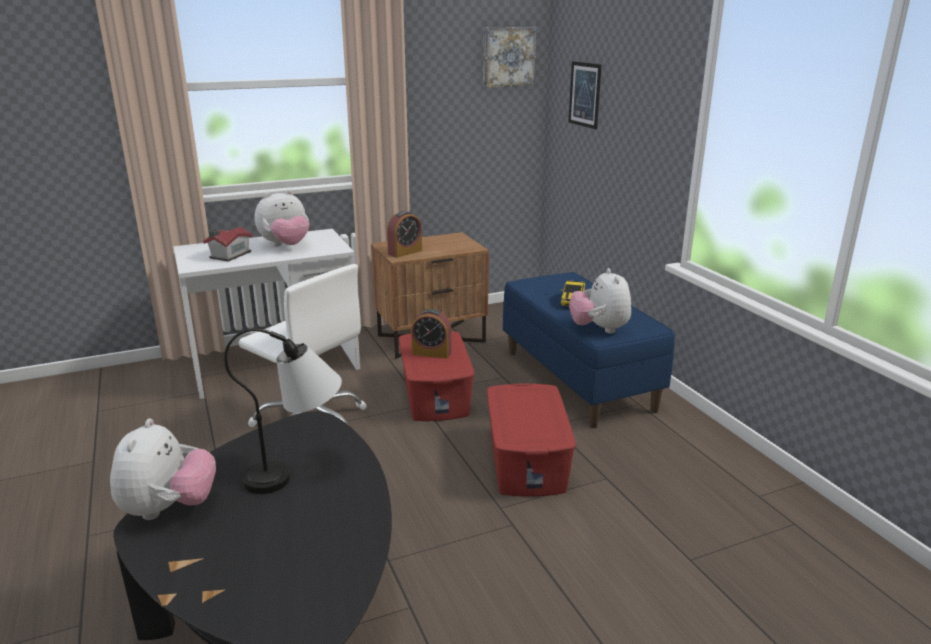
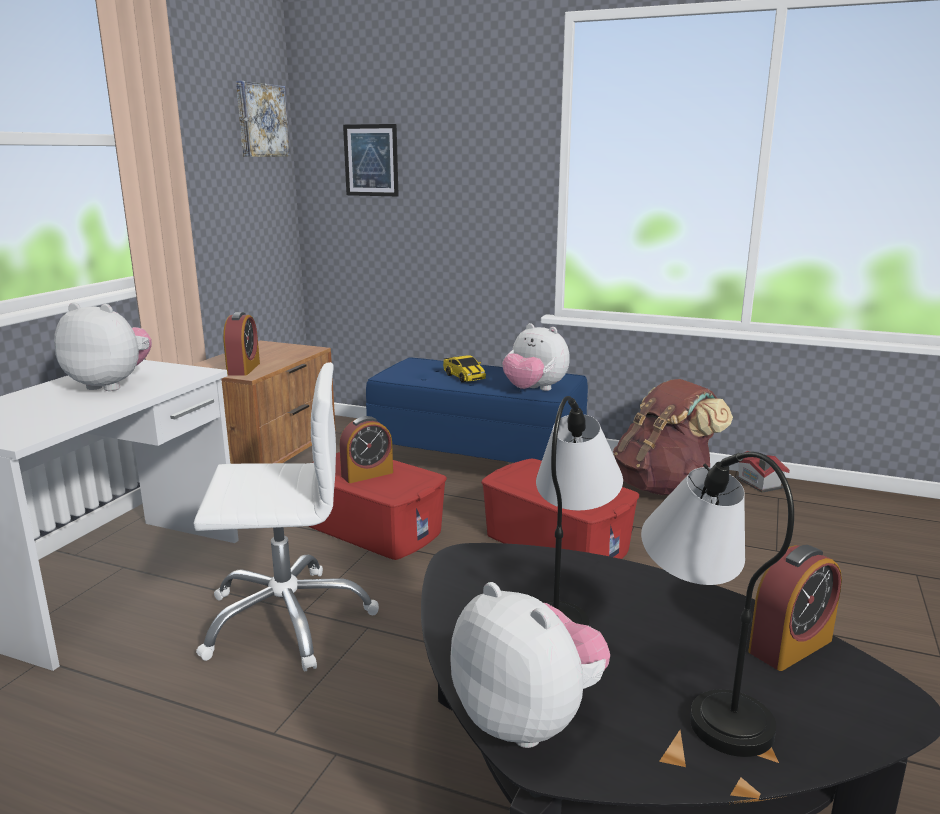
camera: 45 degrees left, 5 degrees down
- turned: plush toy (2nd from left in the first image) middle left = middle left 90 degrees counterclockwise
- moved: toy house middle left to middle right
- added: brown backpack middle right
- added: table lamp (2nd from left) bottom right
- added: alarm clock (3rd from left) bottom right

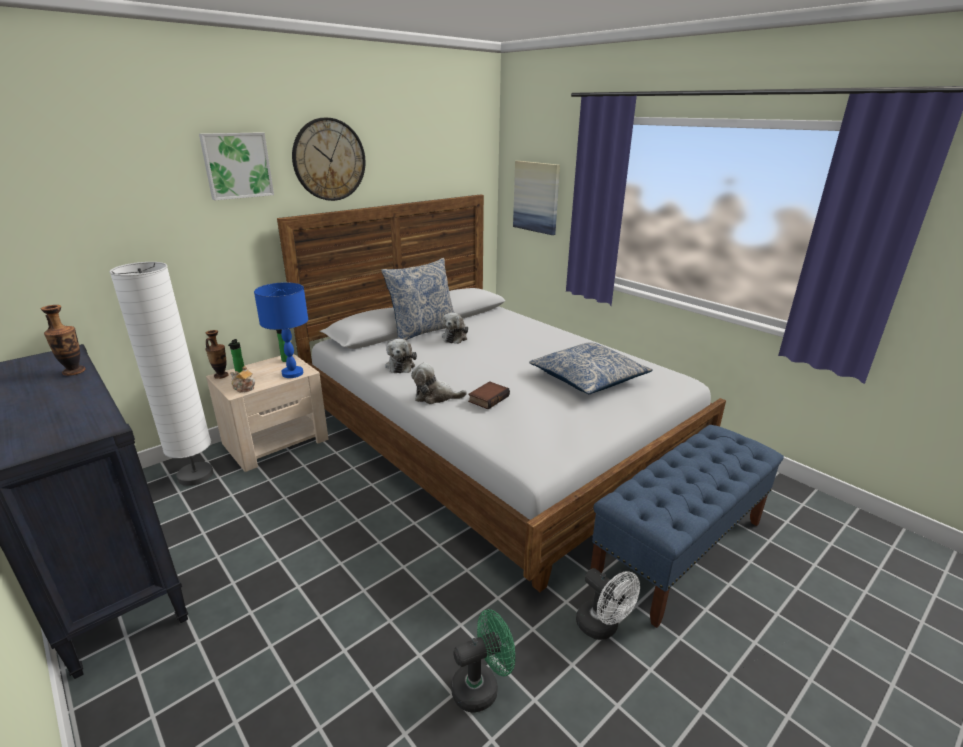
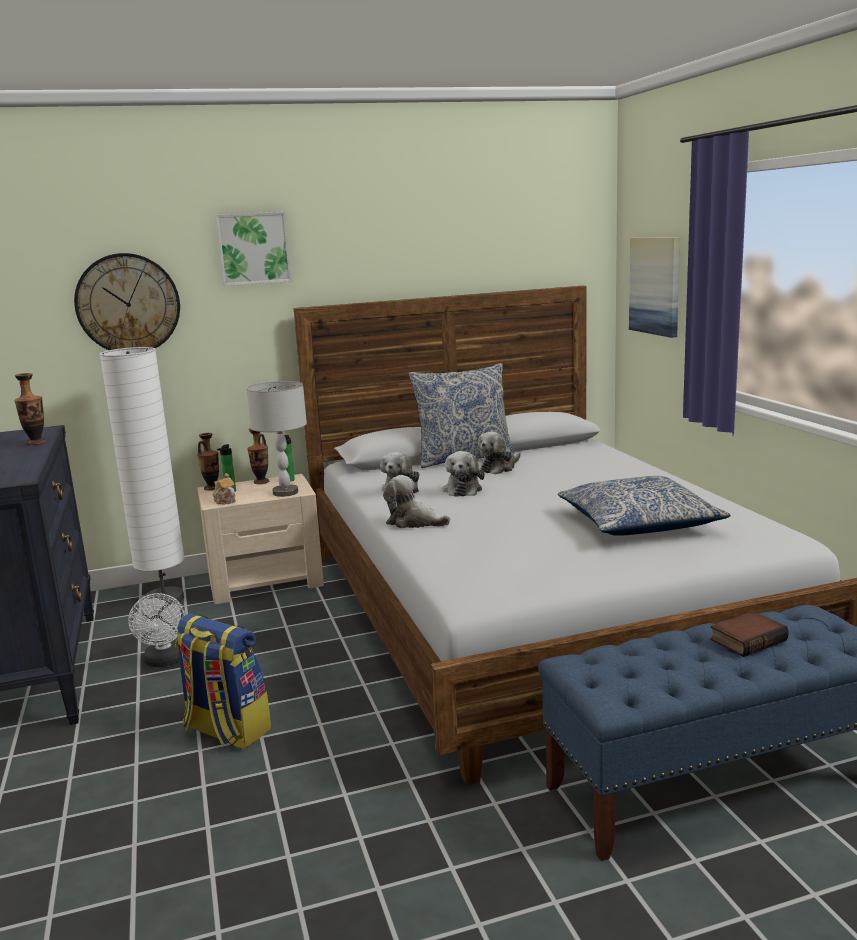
camera: 25 degrees right, 10 degrees down
- moved: wall clock top centre to top left
- recoloured: blue table lamp middle left to grey table lamp middle left
- moved: book centre to bottom right
- moved: white fan bottom centre to bottom left
- removed: green fan bottom centre
- added: vase (3rd from left) middle left
- added: plush toy (3rd from left) centre
- added: backpack bottom left

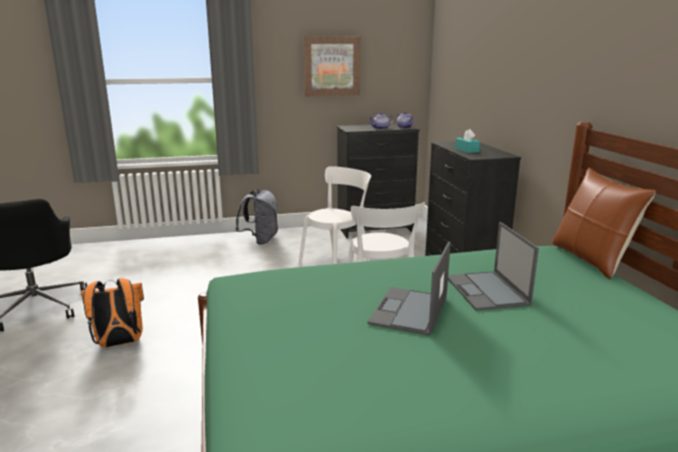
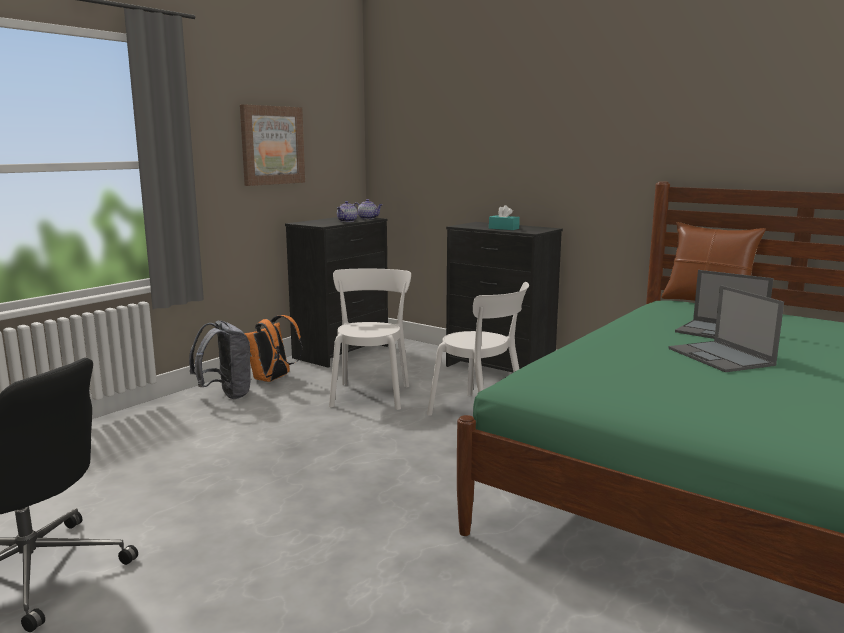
camera: 40 degrees left, 5 degrees down
- moved: orange backpack bottom left to middle left

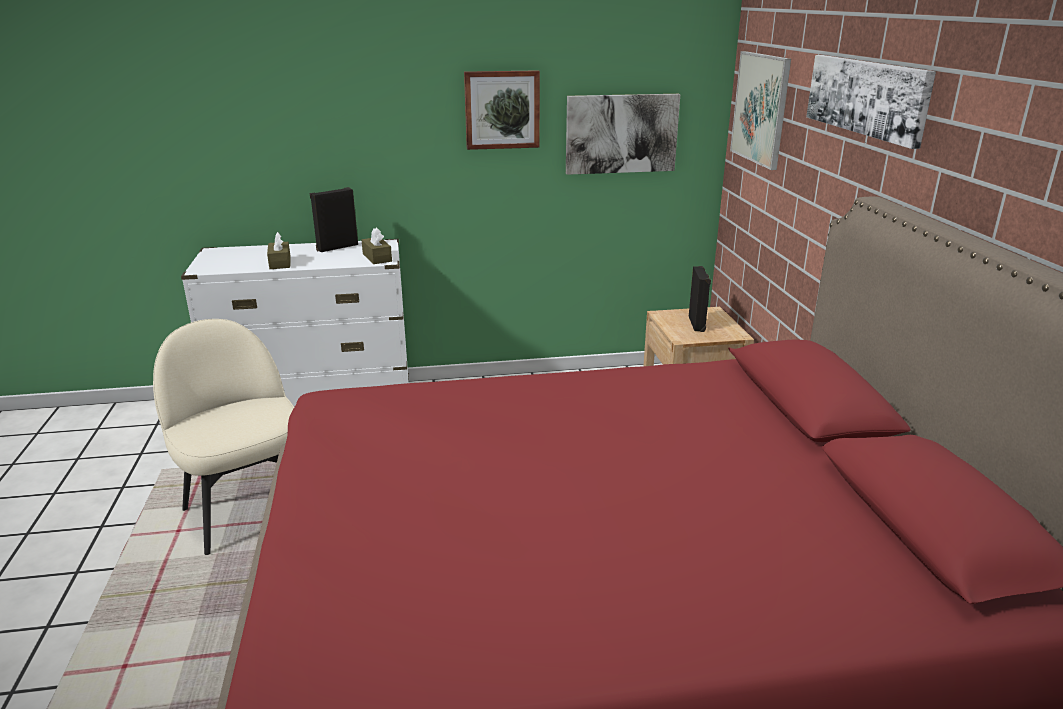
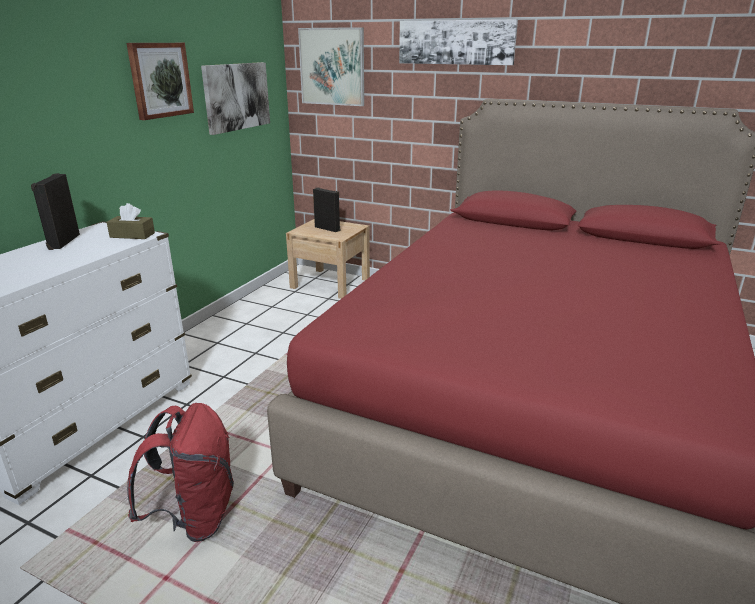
camera: 55 degrees left, 0 degrees up
- removed: brown tissue box (1st from left) middle left
- replaced: beige chair middle left to red backpack bottom left

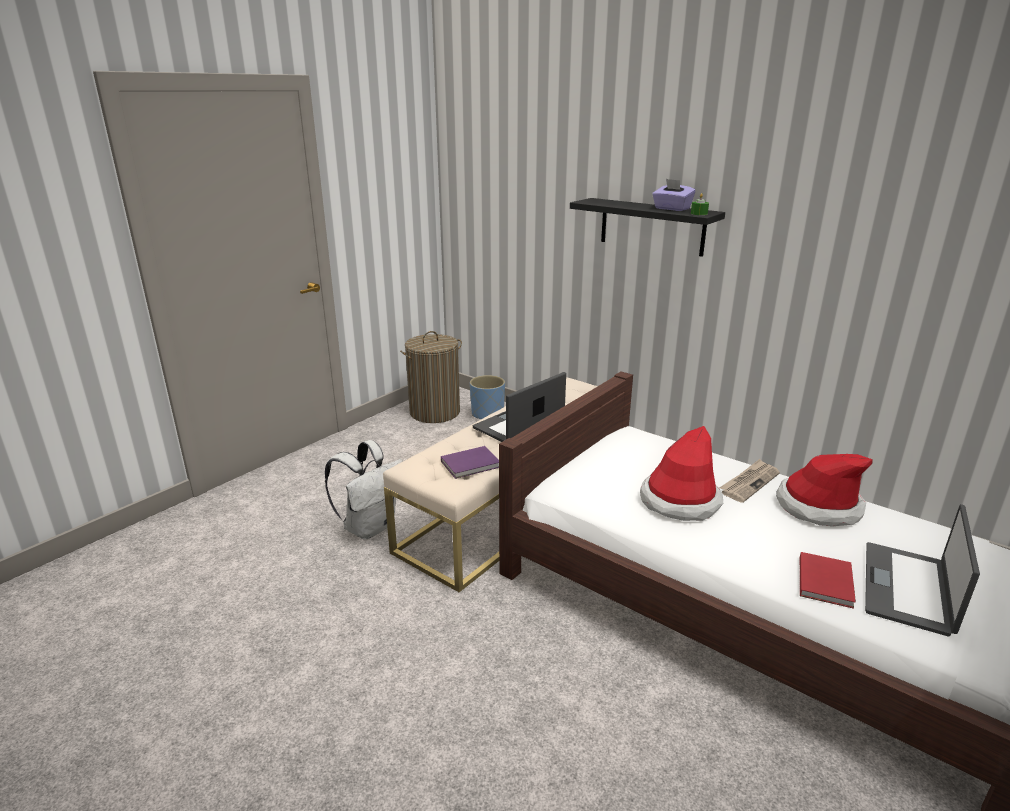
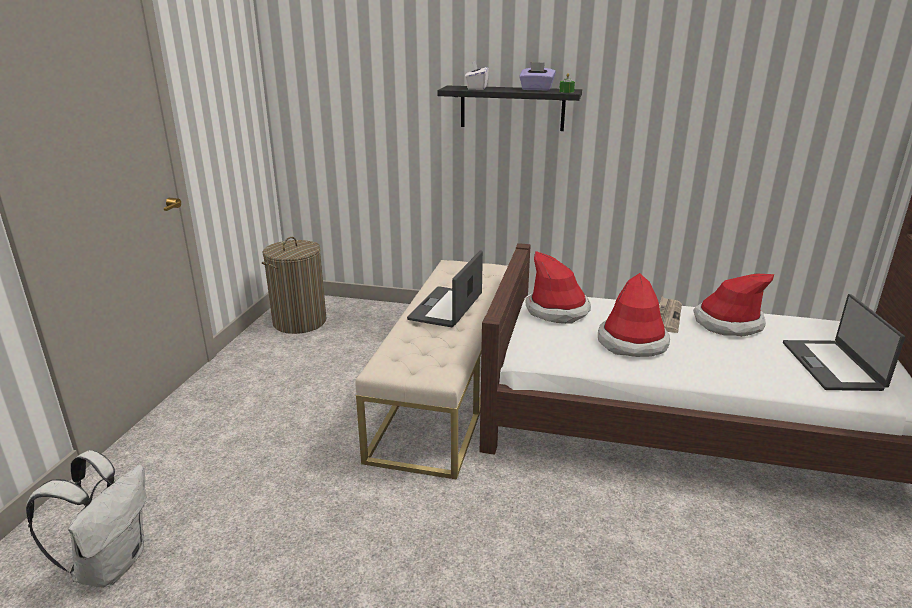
camera: 25 degrees left, 0 degrees up
- removed: blue planter centre
- moved: white backpack centre to bottom left
- removed: purple book centre
- removed: red book bottom right
- added: white tissue box top centre
- added: hat (1st from left) centre

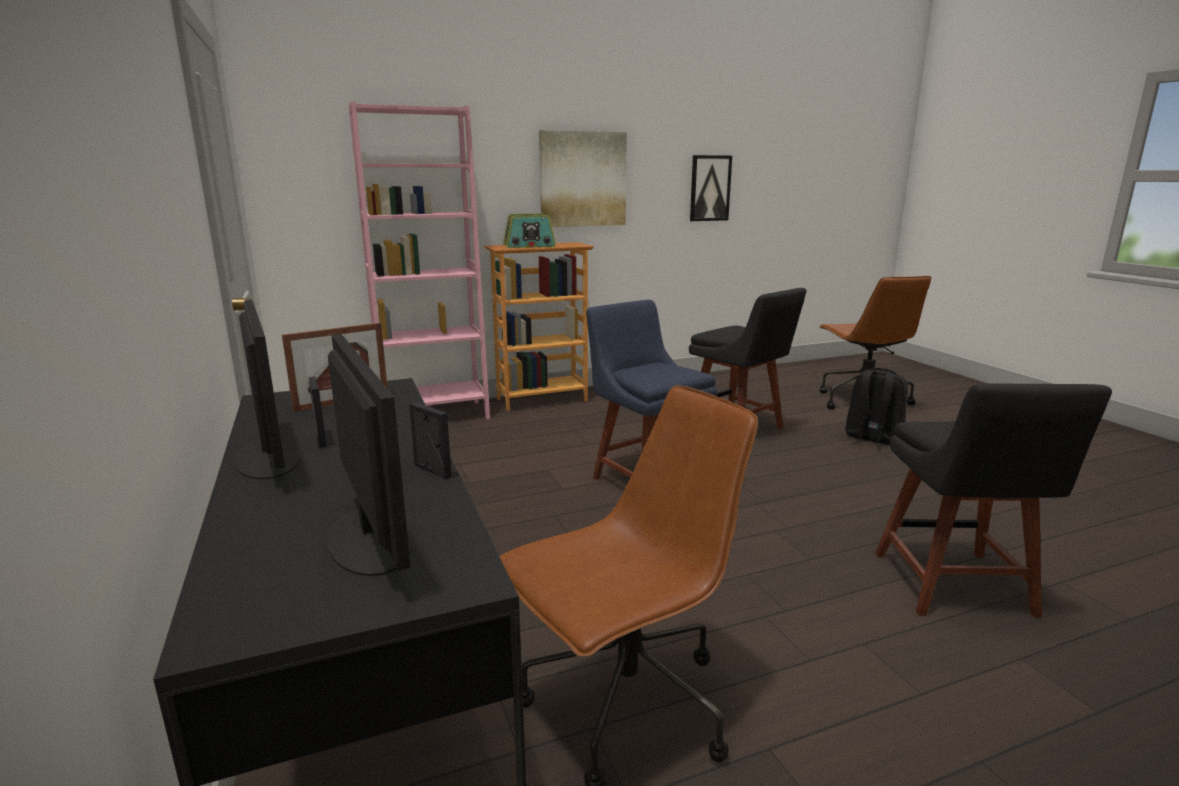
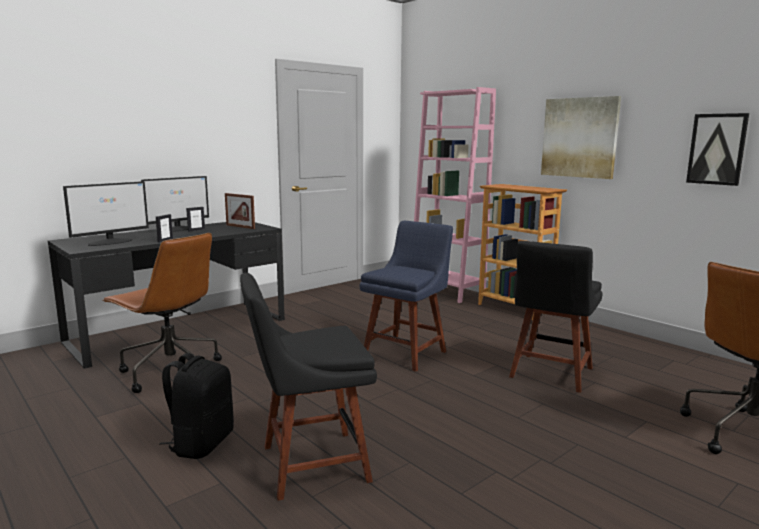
camera: 70 degrees right, 5 degrees down
- removed: radio top centre
- moved: black backpack middle right to bottom left

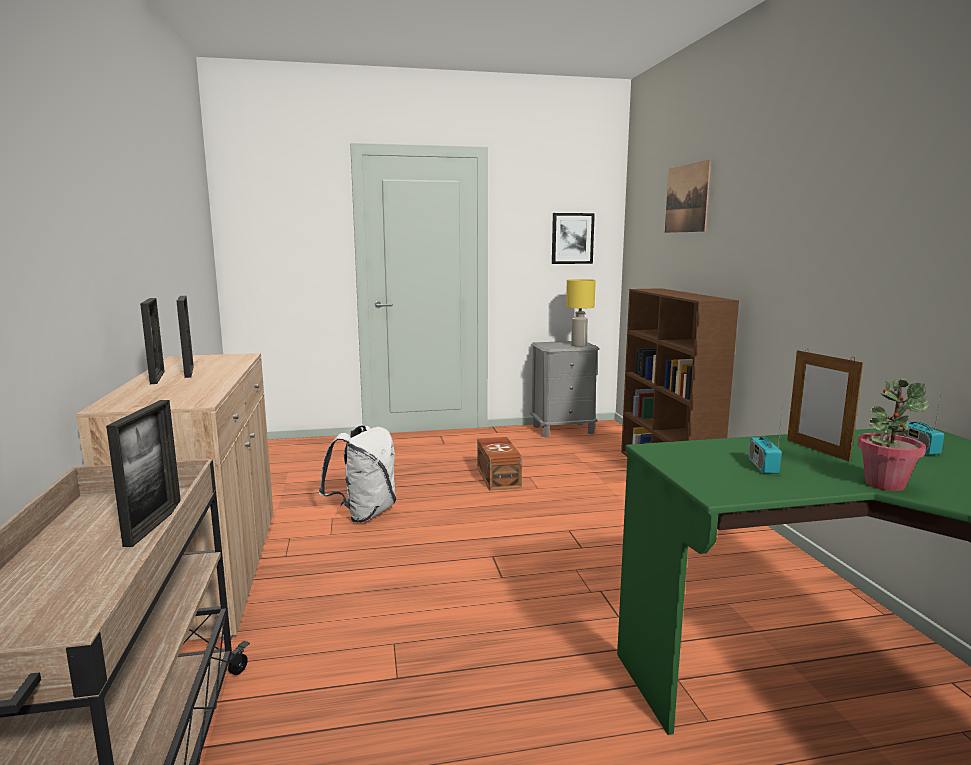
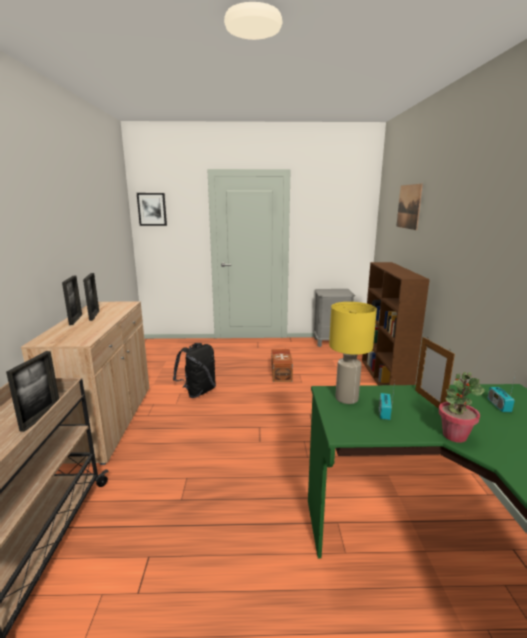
camera: 10 degrees right, 5 degrees up
- moved: picture (1st from left) top centre to top left
- moved: yellow table lamp centre to middle right
- recoloured: white backpack centre to black backpack centre

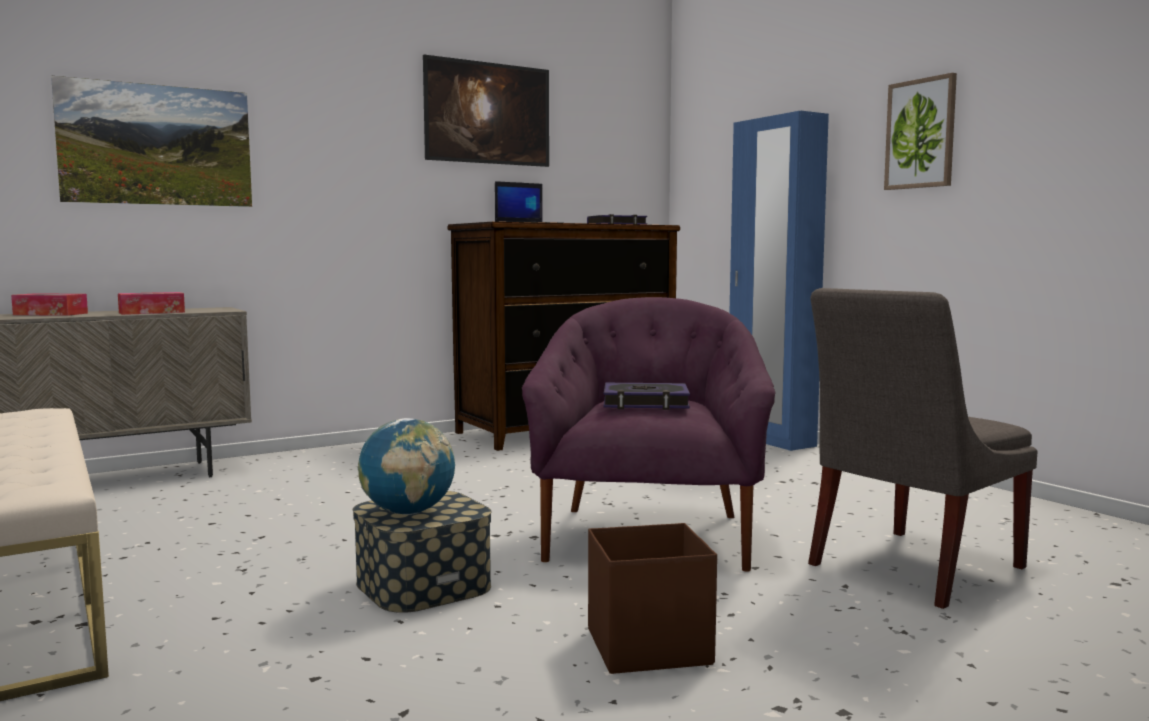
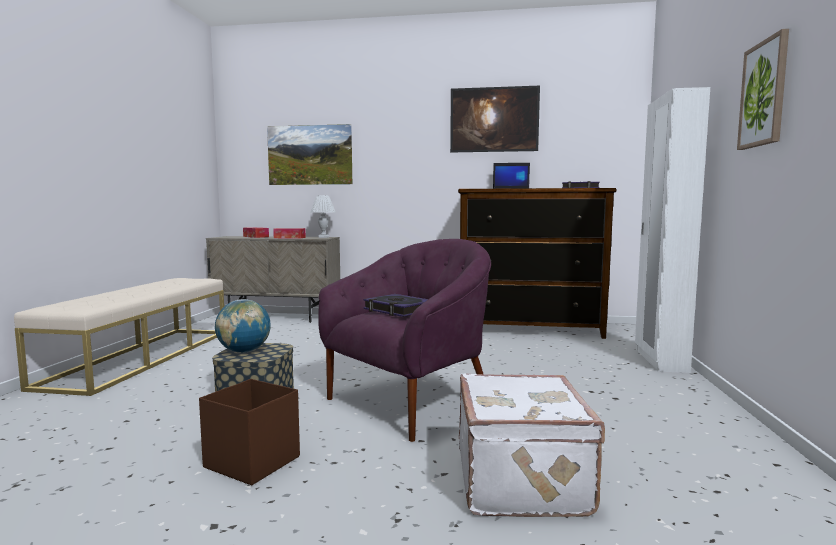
camera: 40 degrees right, 0 degrees up
- recoloured: blue wardrobe middle right to white wardrobe middle right
- replaced: grey chair middle right to white suitcase bottom centre
- added: white table lamp centre

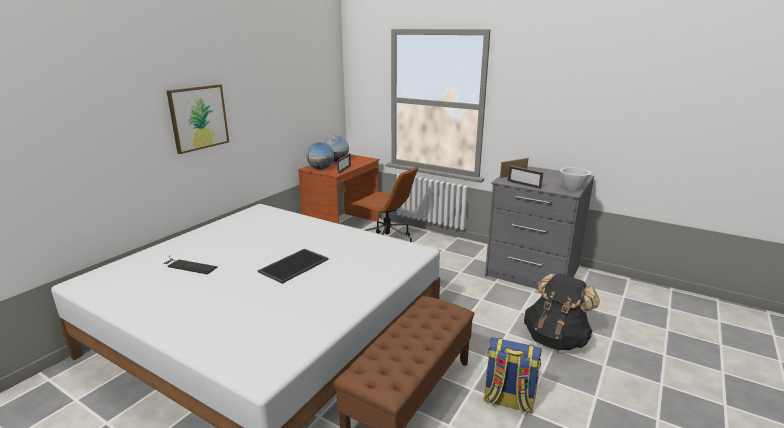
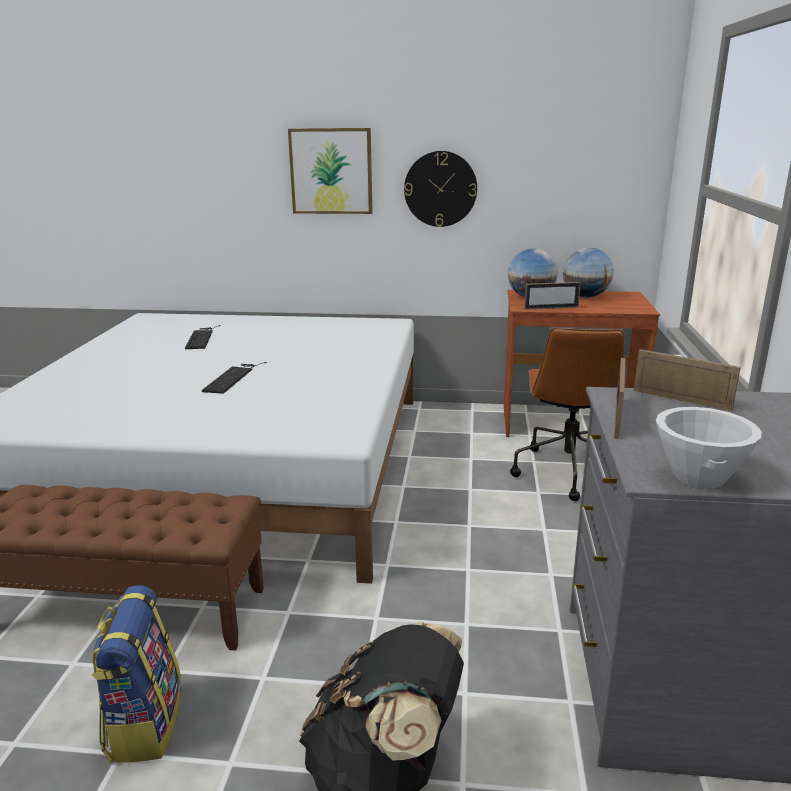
camera: 65 degrees right, 0 degrees up
- replaced: tray centre to keyboard (2nd from left) middle left
- added: wall clock top centre

